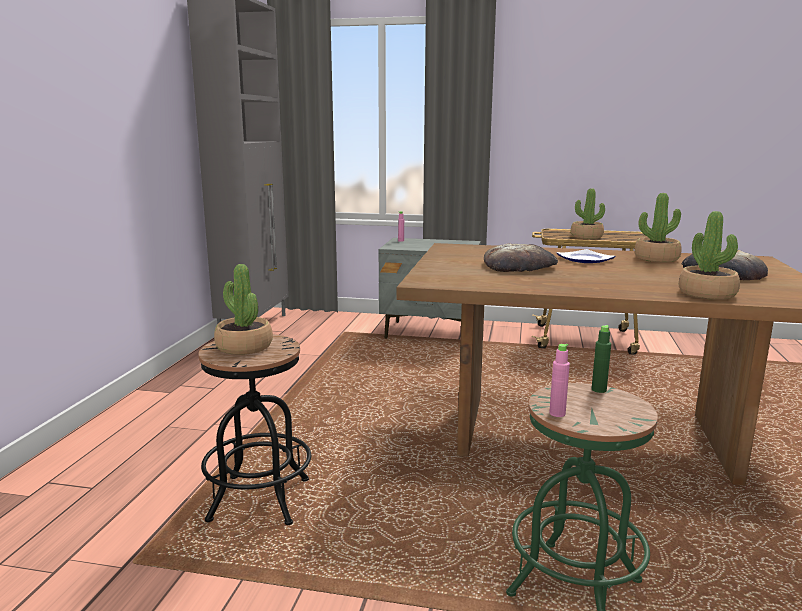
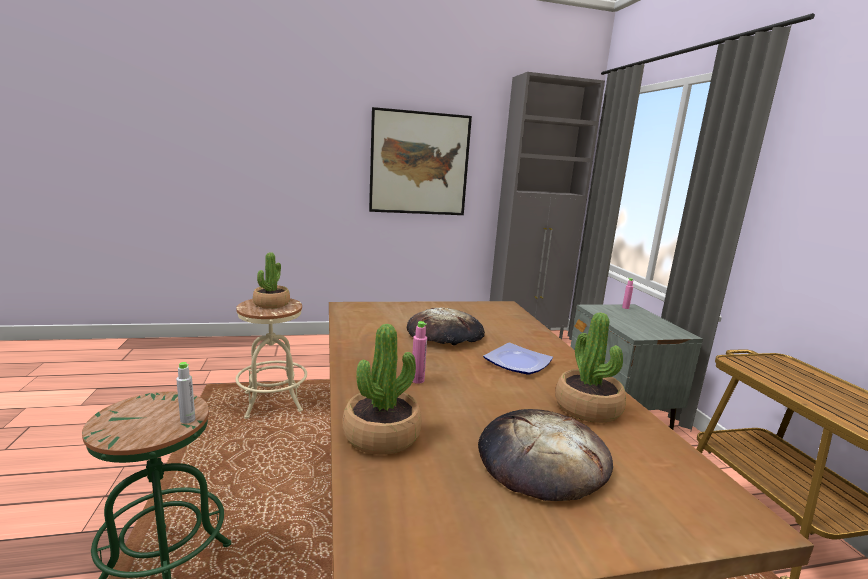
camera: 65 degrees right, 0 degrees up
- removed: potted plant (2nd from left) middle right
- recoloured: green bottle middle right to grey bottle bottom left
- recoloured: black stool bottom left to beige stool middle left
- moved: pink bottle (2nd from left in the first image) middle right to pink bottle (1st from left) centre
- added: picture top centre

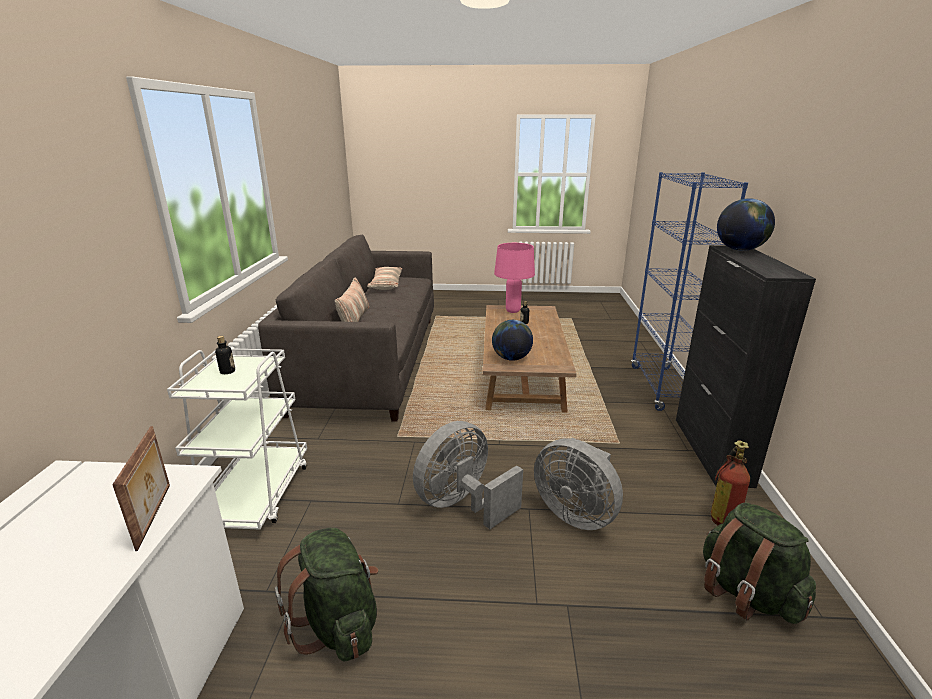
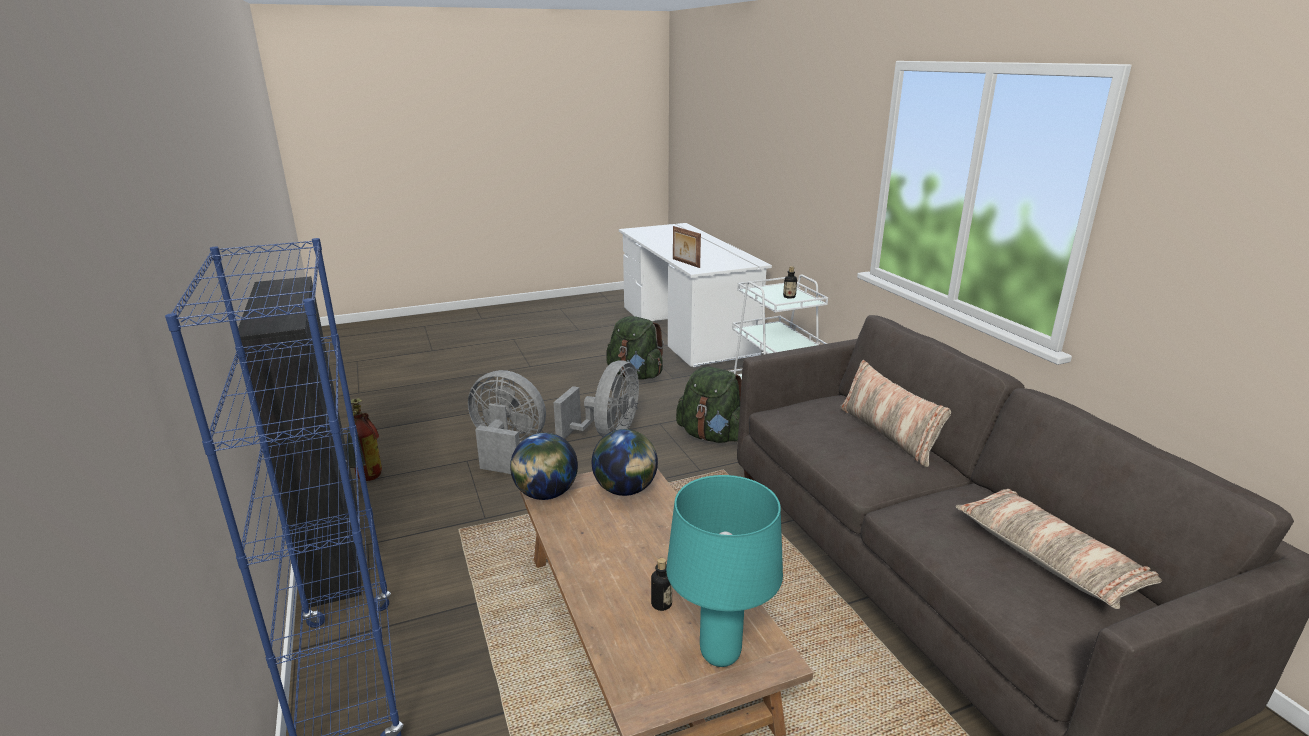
camera: 155 degrees right, 0 degrees up
- moved: globe (2nd from left in the first image) top right to globe (1st from left) centre
- recoloured: pink table lamp centre to turquoise table lamp bottom centre
- moved: green backpack (2nd from left) bottom right to centre

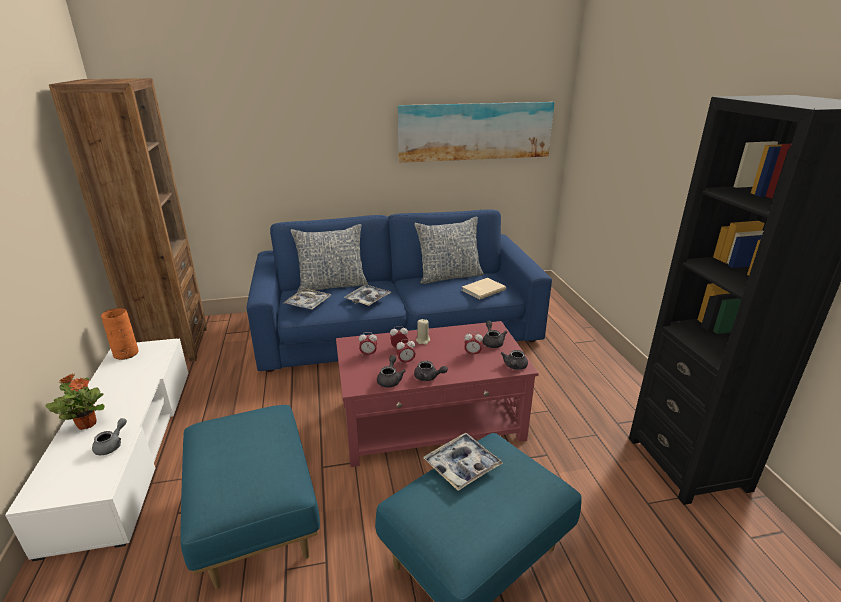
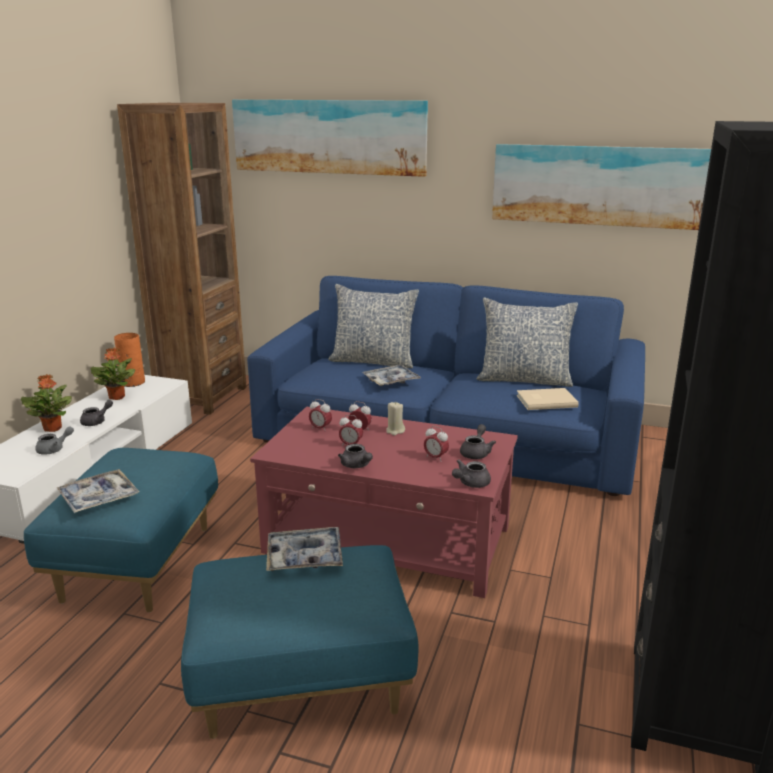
camera: 30 degrees right, 5 degrees down
- moved: tray (1st from left) centre to middle left
- moved: grey teapot (2nd from left) centre to middle left
- added: picture (1st from left) top centre
- added: potted plant (2nd from left) middle left

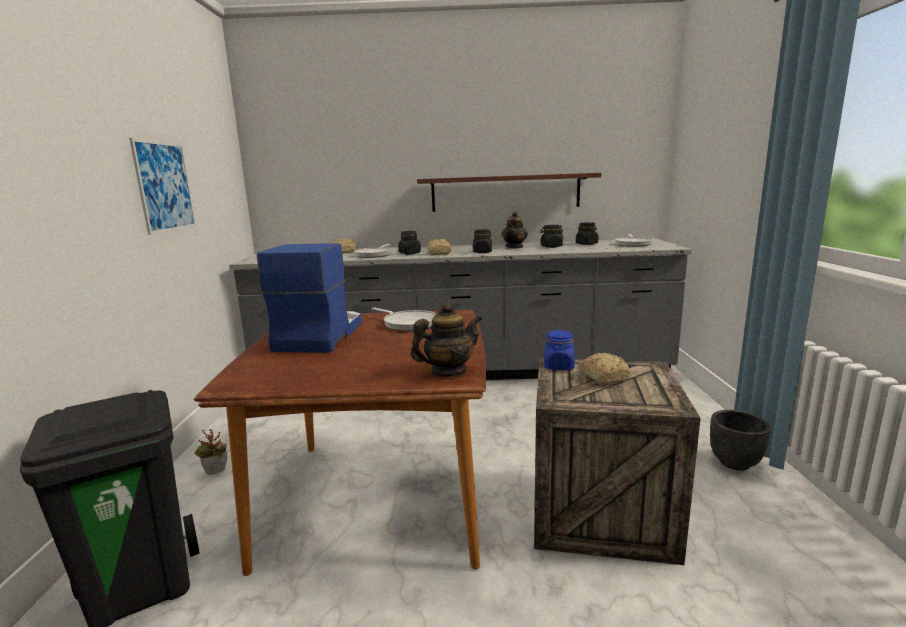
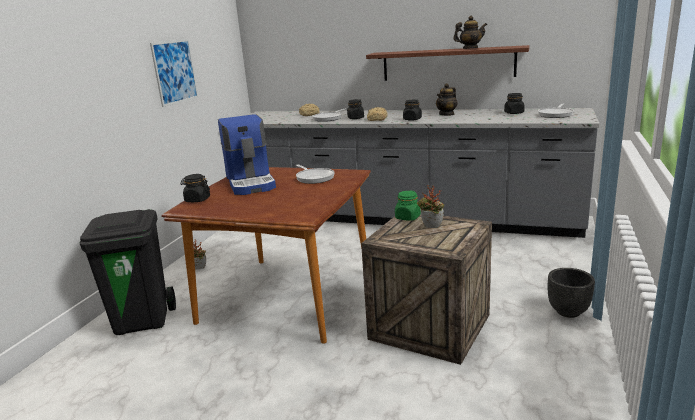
camera: 20 degrees right, 5 degrees up
- moved: black jar (3rd from left in the first image) centre to black jar (1st from left) middle left
- turned: coffee machine centre = centre 135 degrees clockwise
- moved: teapot (1st from left in the first image) centre to teapot (2nd from left) top right
- recoloured: blue jar centre to green jar centre
- replaced: bread (3rd from left) middle right to potted plant (2nd from left) centre

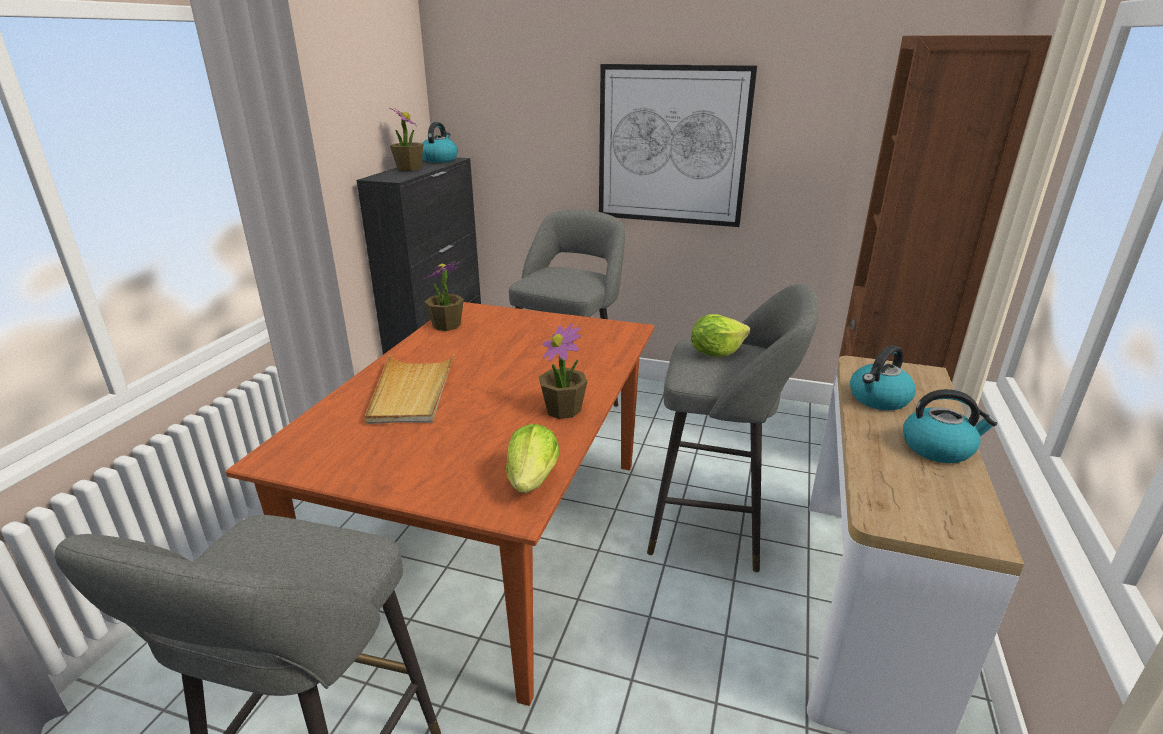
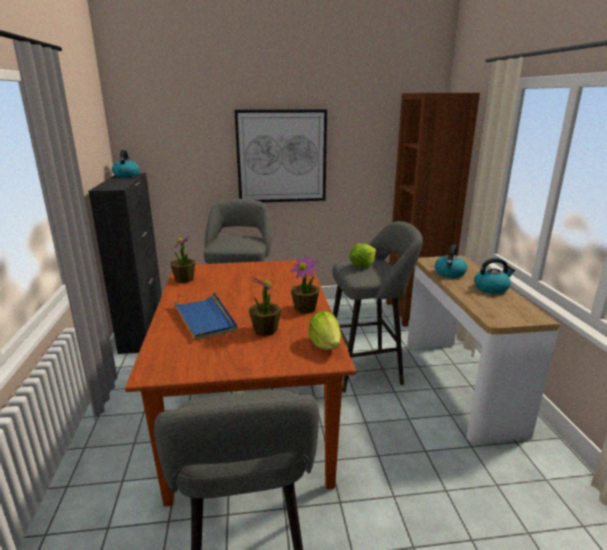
camera: 25 degrees left, 5 degrees down
- moved: potted plant (1st from left in the first image) top centre to potted plant (2nd from left) centre
- recoloured: beige tray centre to blue tray centre

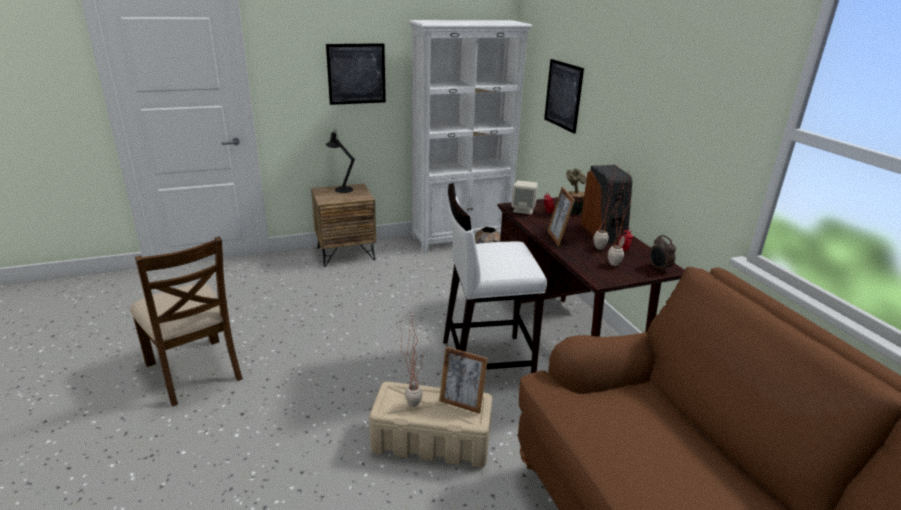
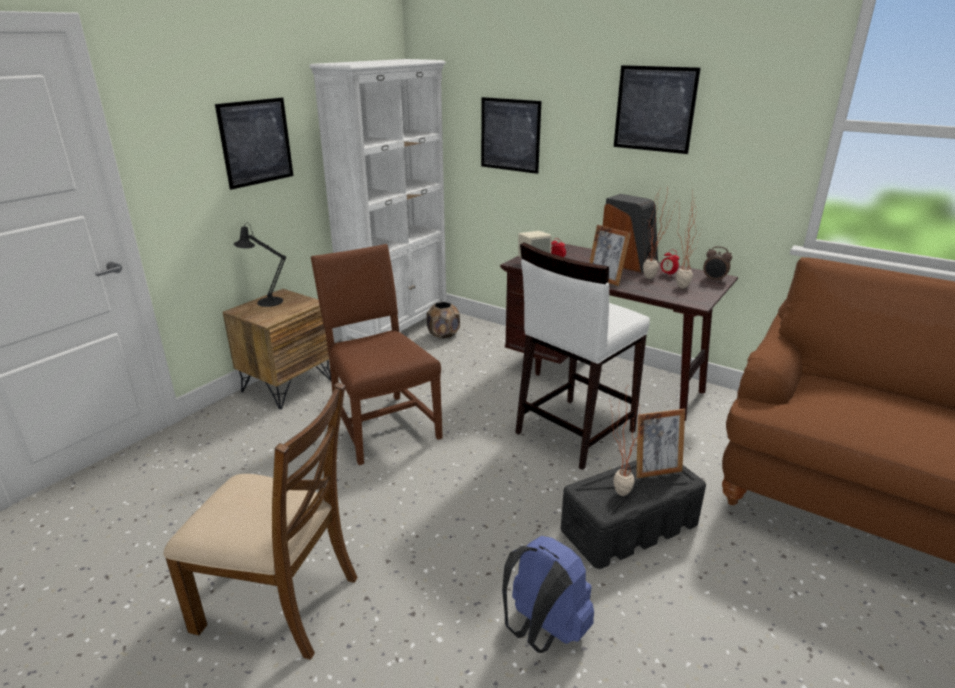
camera: 35 degrees left, 0 degrees up
- removed: potted plant (2nd from left) centre
- recoloured: beige storage box bottom centre to black storage box bottom centre
- added: picture (3rd from left) top right
- added: brown chair (2nd from left) centre
- added: blue backpack bottom centre

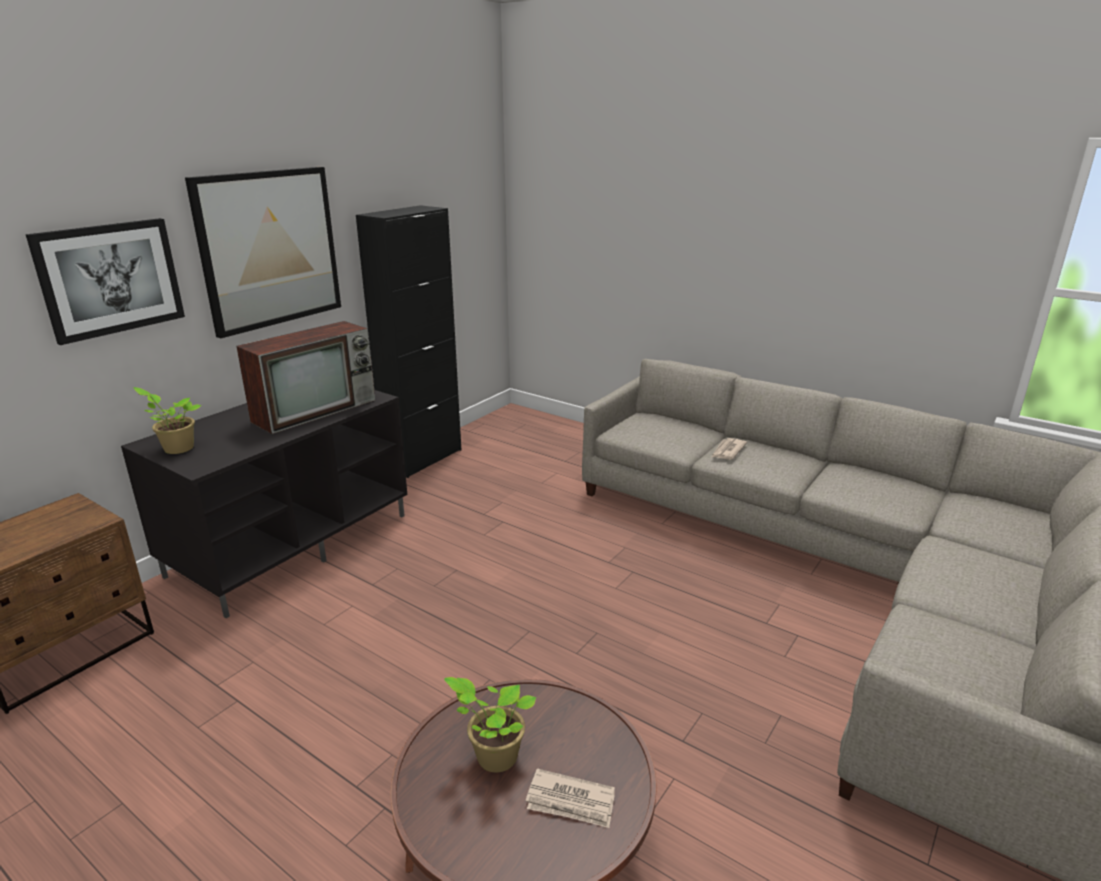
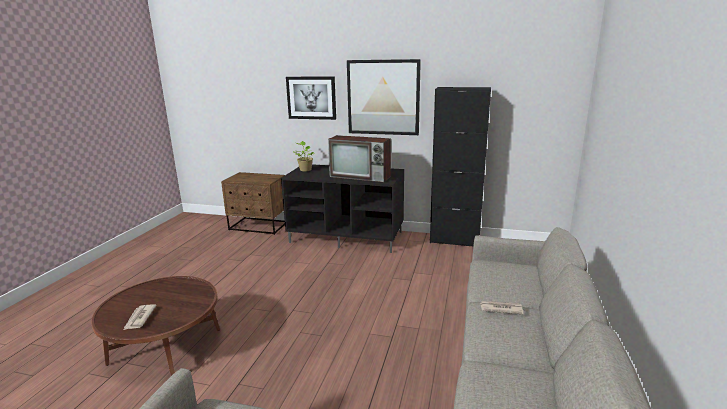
camera: 70 degrees right, 5 degrees down
- removed: potted plant (2nd from left) bottom centre

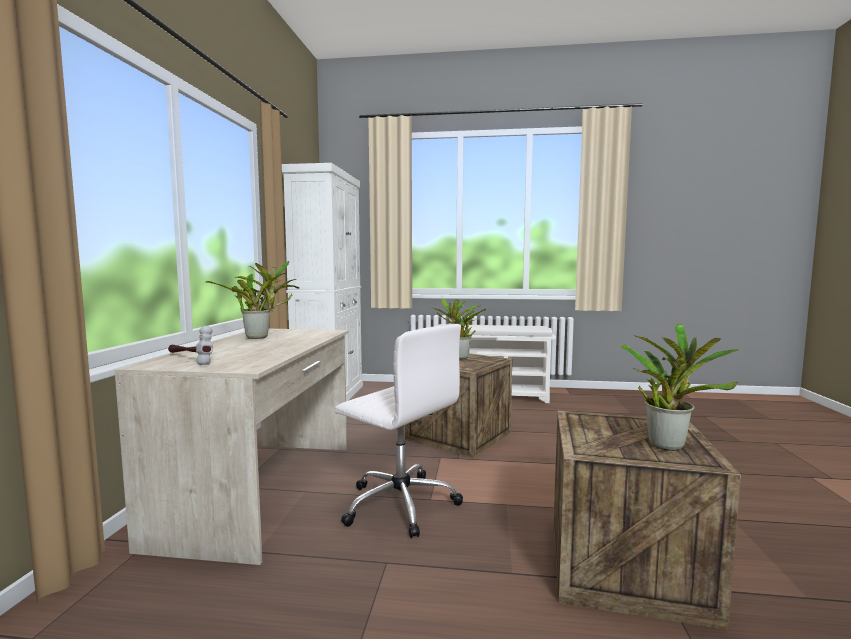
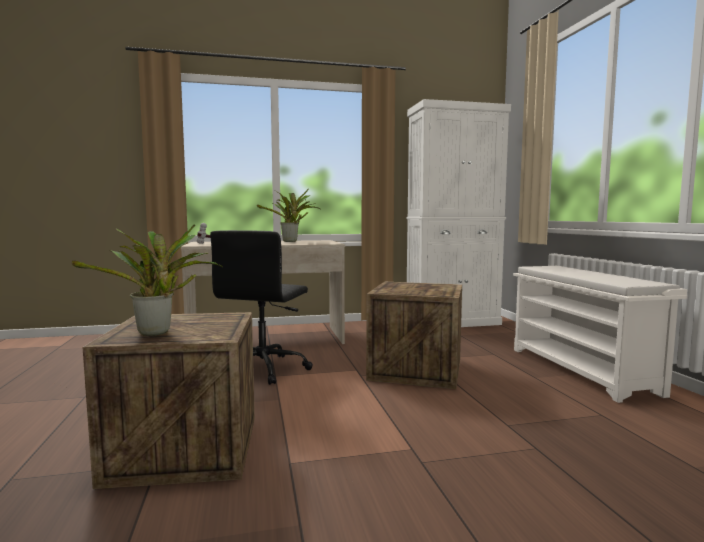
camera: 70 degrees right, 0 degrees up
- removed: potted plant (2nd from left) centre
- recoloured: white office chair bottom centre to black office chair centre

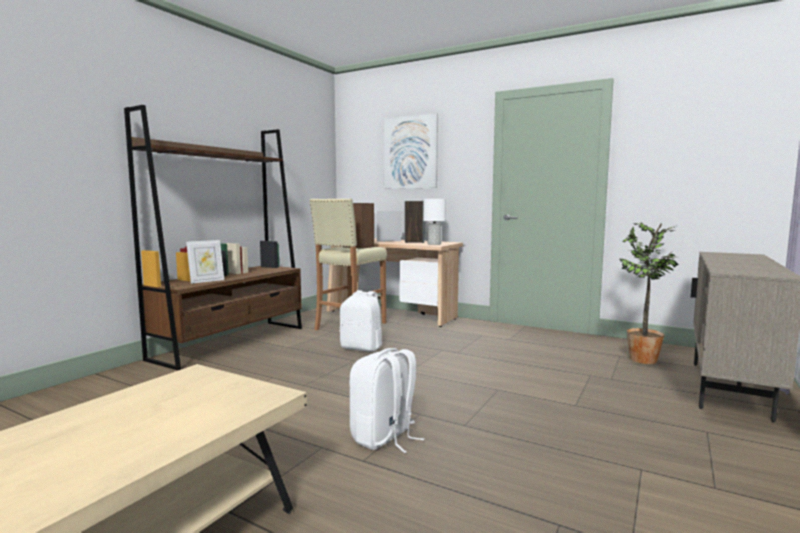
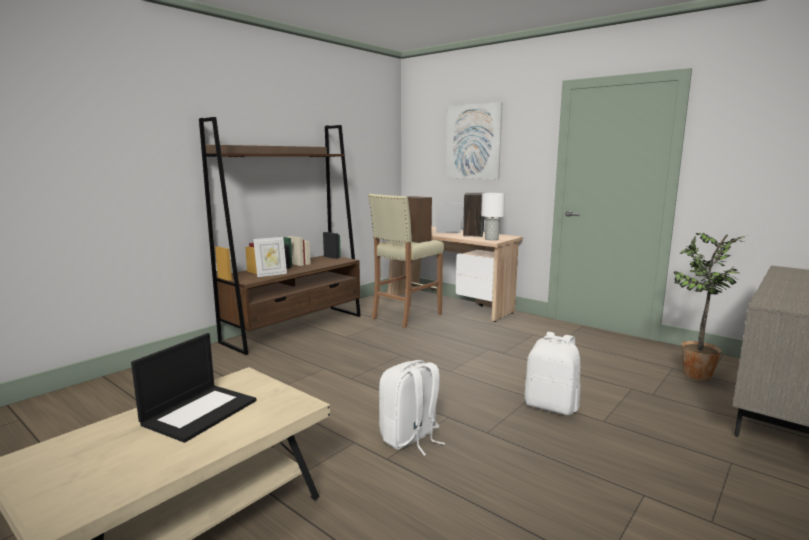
camera: 10 degrees right, 5 degrees up
- moved: white backpack (1st from left in the first image) centre to white backpack (2nd from left) bottom right
- added: laptop bottom left

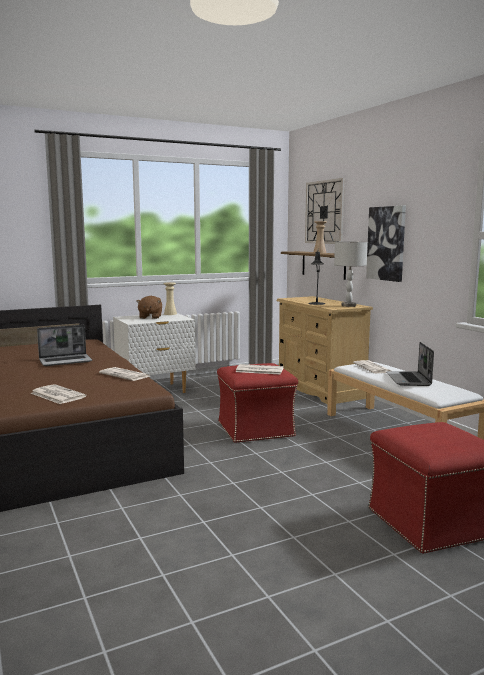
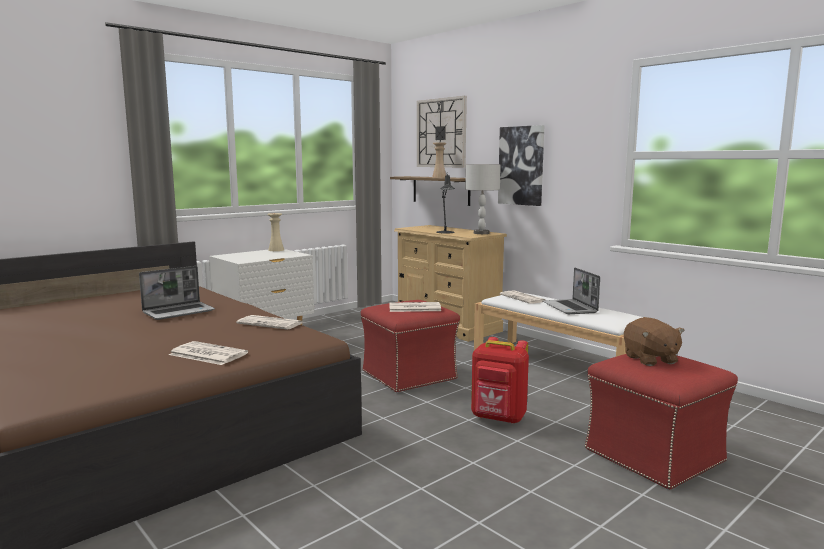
camera: 15 degrees left, 0 degrees up
- moved: brown plush toy middle left to middle right
- added: red backpack bottom centre

